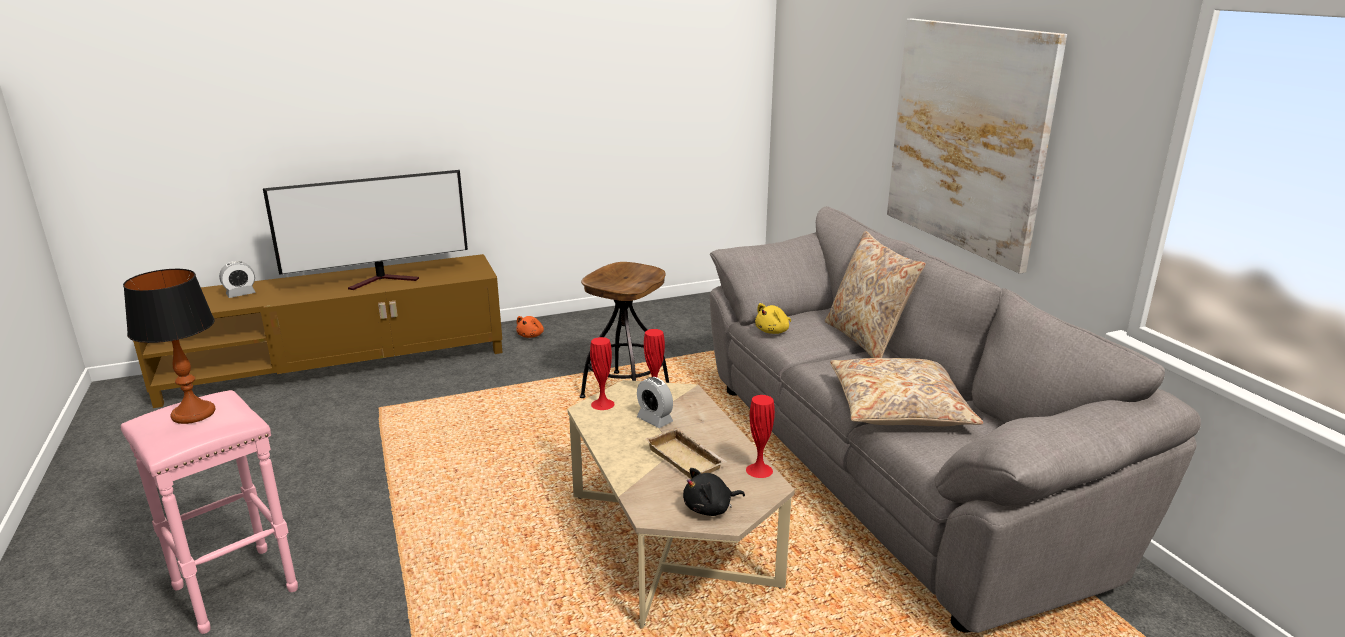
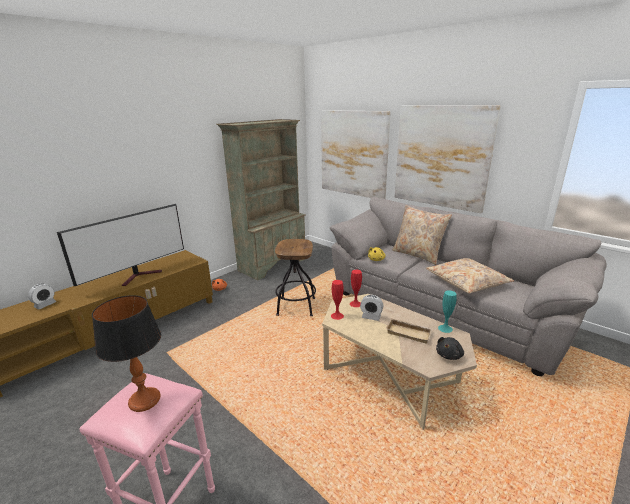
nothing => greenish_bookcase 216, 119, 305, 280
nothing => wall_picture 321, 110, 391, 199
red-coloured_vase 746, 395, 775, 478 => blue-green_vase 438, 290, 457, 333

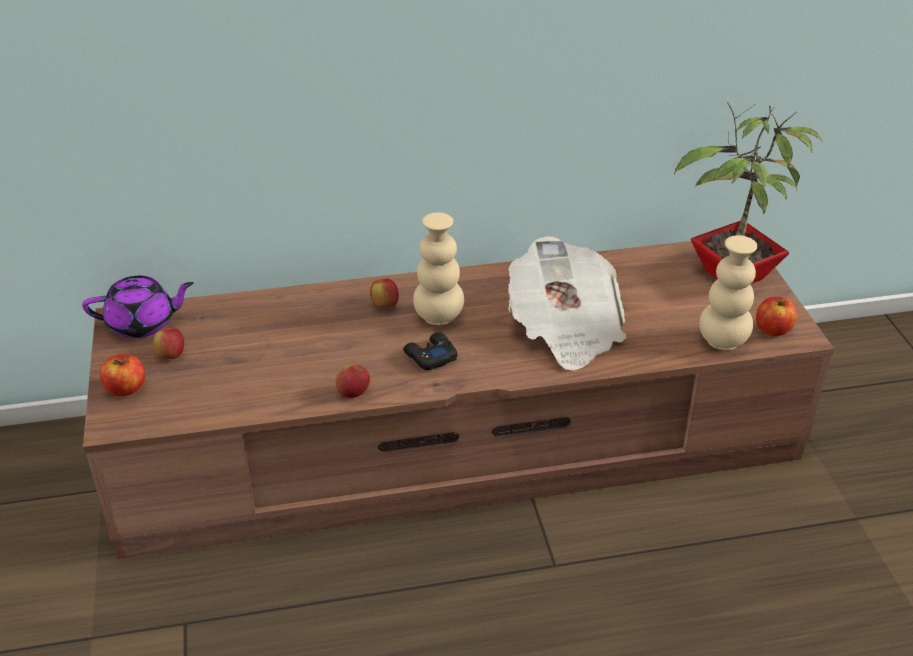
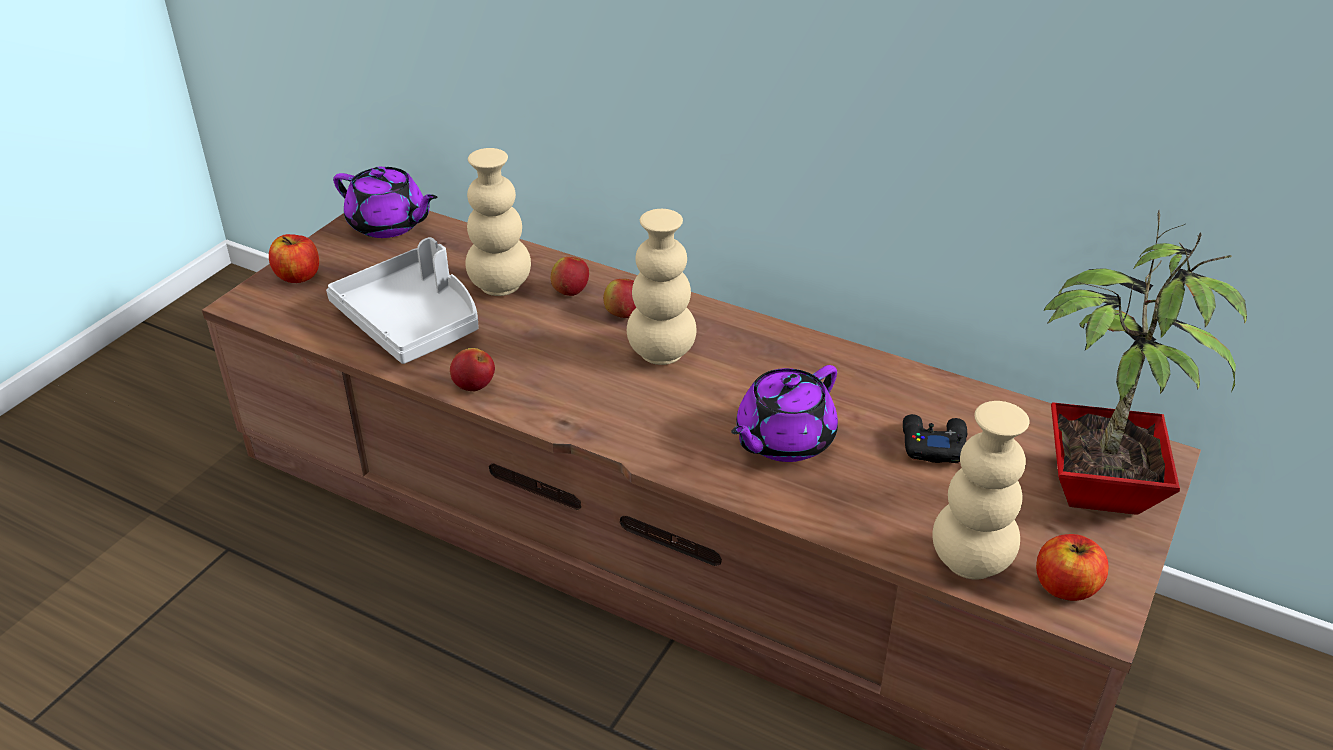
nothing => gray_carrying_tray 326, 237, 479, 364
nothing => sand-coloured_vase 466, 148, 531, 296
apple_fruit 153, 328, 184, 359 => apple_fruit 551, 257, 589, 296, moved
newspaper 508, 236, 626, 371 => purplish_tea_pot 731, 365, 838, 462
black_game_controller 403, 333, 458, 370 => black_game_controller 903, 414, 967, 463, moved

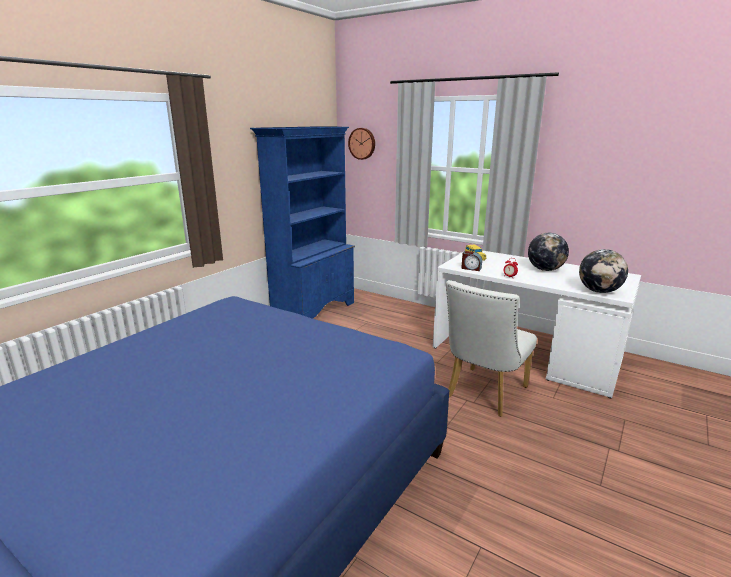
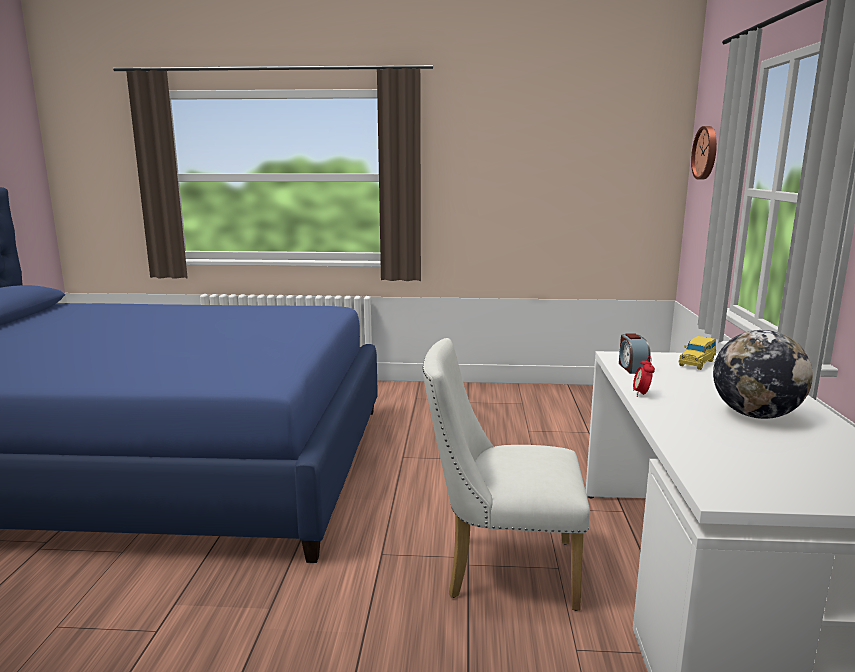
blue_bookcase 250, 126, 355, 319 => nothing
world_globe 579, 249, 628, 293 => nothing

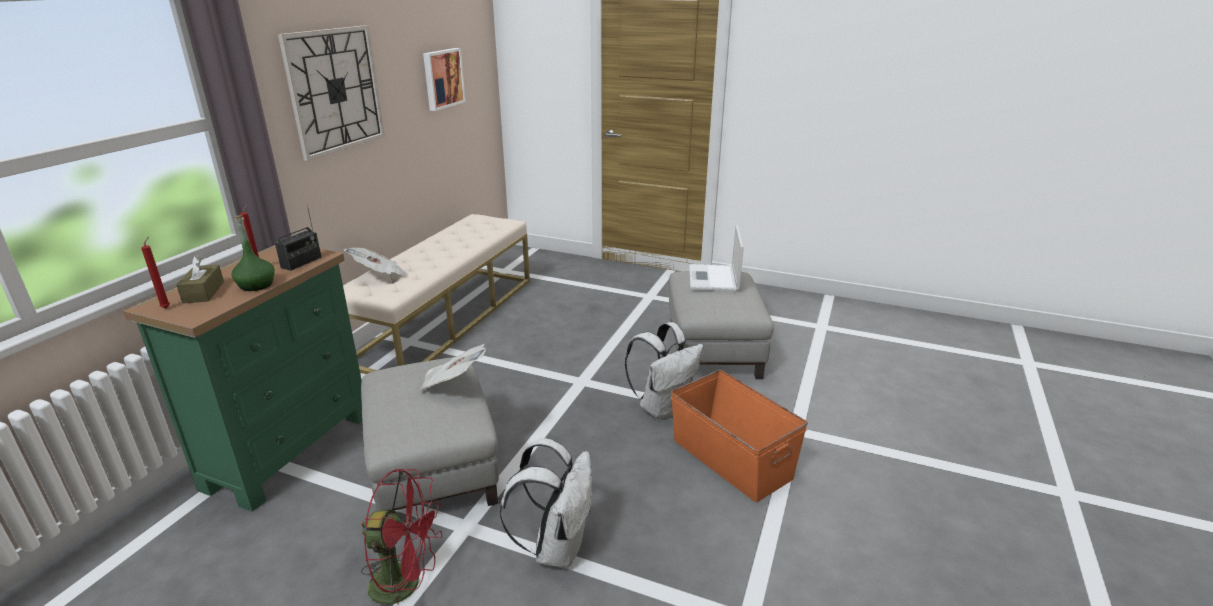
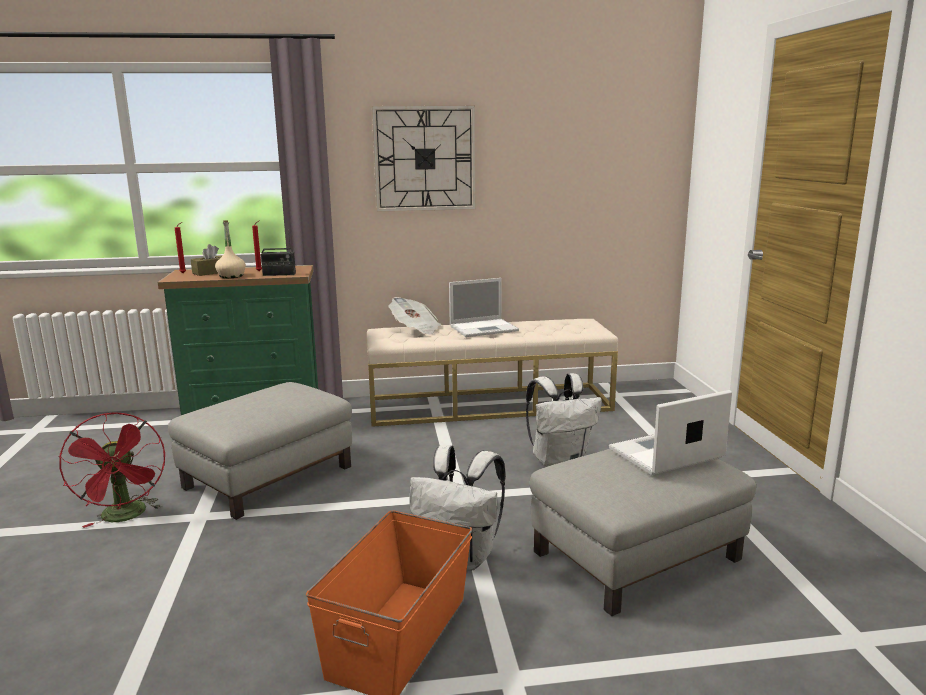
greenish_beverage_bottle 231, 215, 275, 291 => sand-coloured_beverage_bottle 215, 220, 246, 278
nothing => notebook_computer 449, 278, 519, 337
white_rucksack 500, 438, 592, 569 => white_rucksack 526, 373, 602, 467, moved
newspaper 419, 344, 486, 390 => nothing
wall_picture 423, 48, 466, 111 => nothing

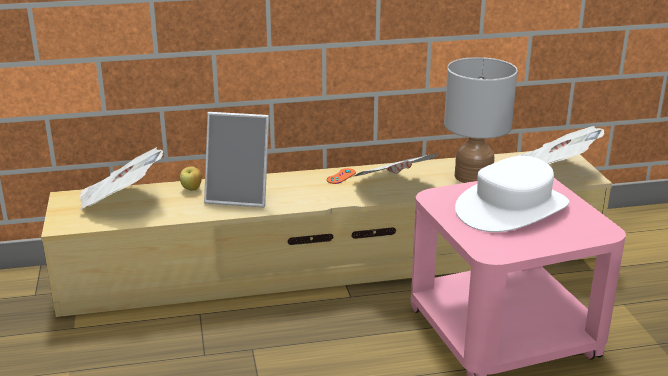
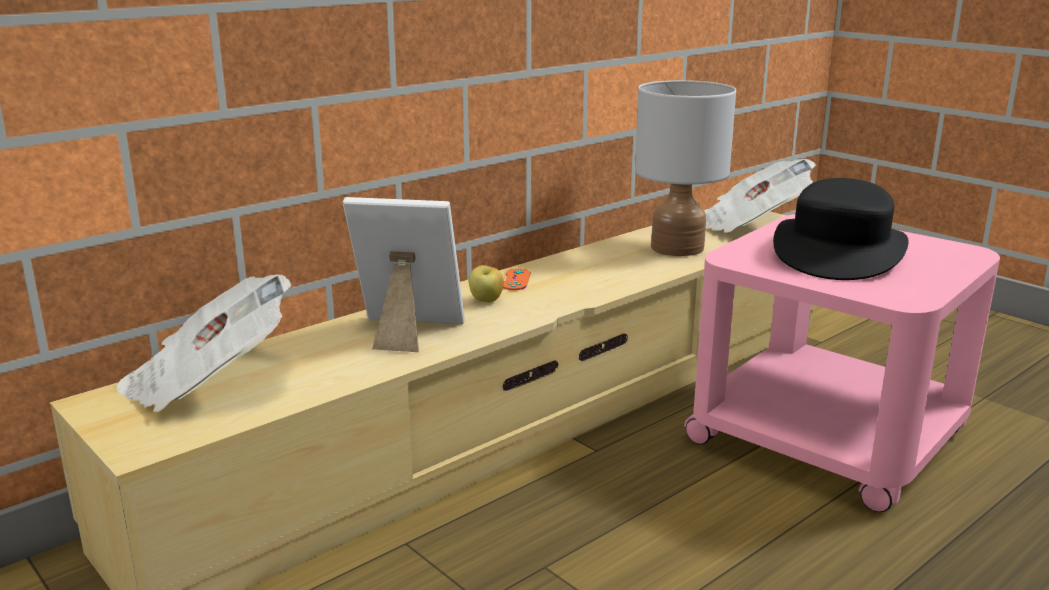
photo_frame 204, 112, 269, 208 => photo_frame 342, 197, 465, 352, 150 degrees counterclockwise
apple_fruit 180, 166, 202, 191 => apple_fruit 468, 265, 504, 303, moved
white_wearable_hat 455, 156, 569, 232 => black_wearable_hat 773, 178, 909, 280
newspaper 353, 154, 438, 177 => nothing

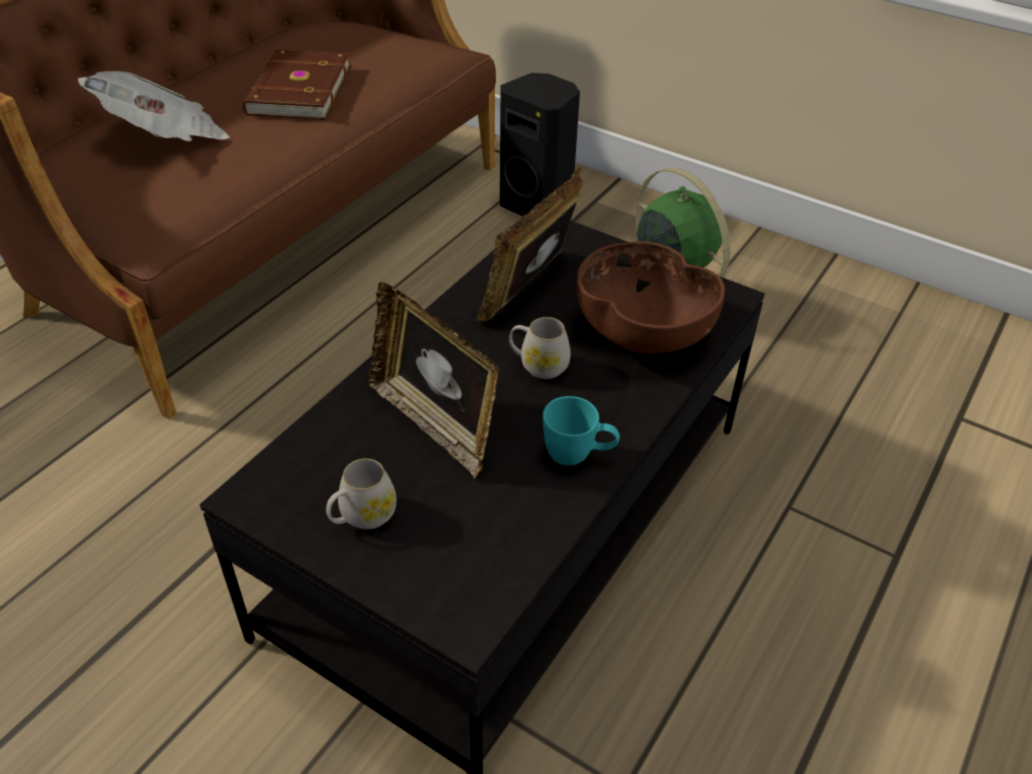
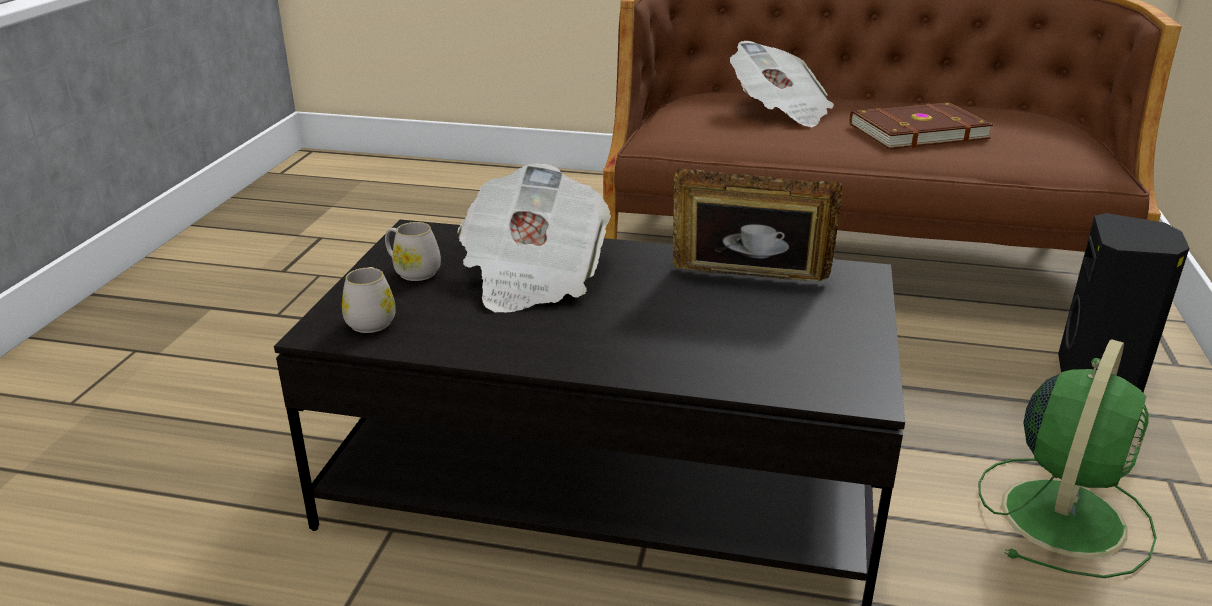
white_tea_mug 509, 317, 571, 379 => white_tea_mug 342, 267, 396, 333, moved
photo_frame 368, 282, 499, 478 => newspaper 457, 163, 611, 313
blue-green_tea_mug 543, 396, 620, 465 => nothing
brownish_serving_bowl 577, 241, 725, 354 => nothing

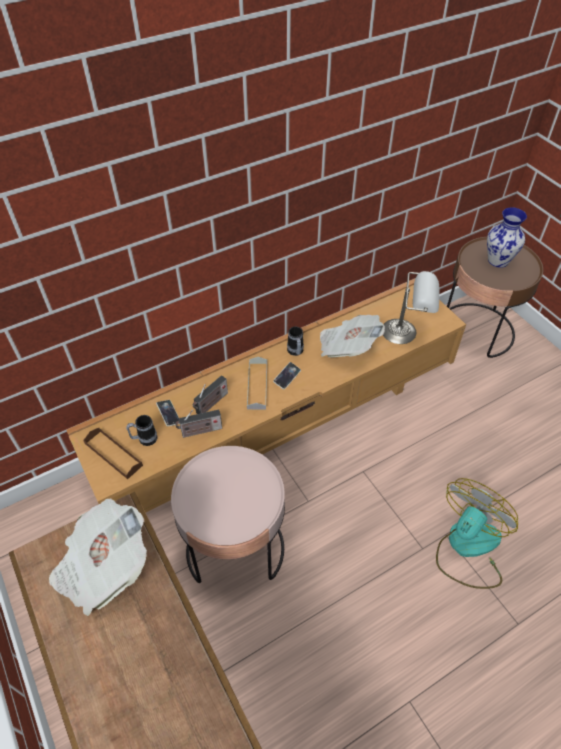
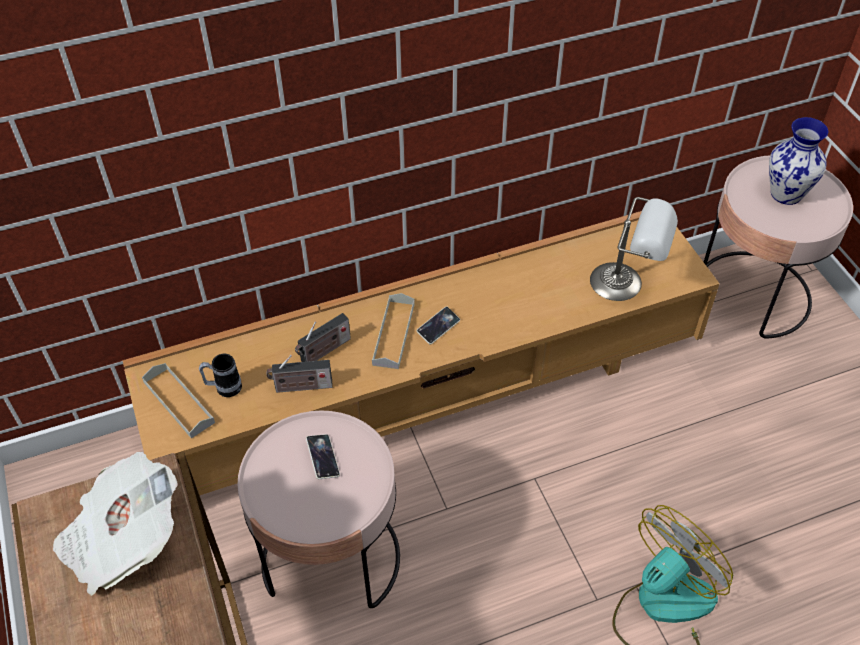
brownish_carrying_tray 83, 428, 143, 479 => gray_carrying_tray 142, 363, 215, 438
phone 156, 400, 179, 426 => phone 306, 434, 340, 479, moved
brownish_side_table 447, 237, 543, 358 => pink_side_table 704, 155, 853, 339
tea_mug 287, 327, 304, 356 => nothing
newspaper 320, 315, 385, 357 => nothing

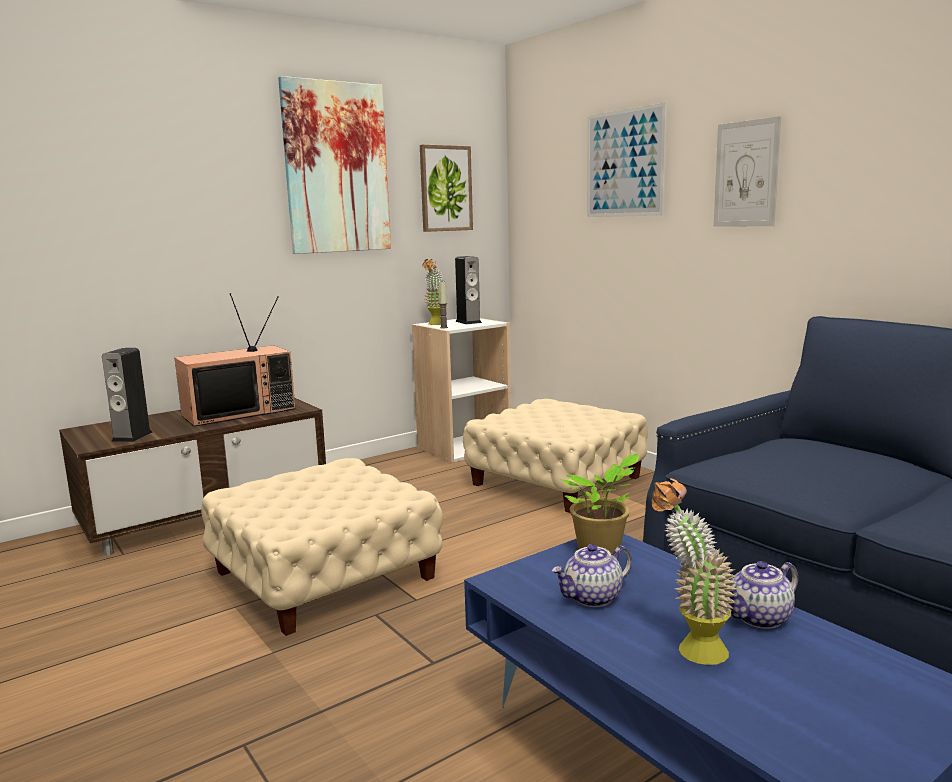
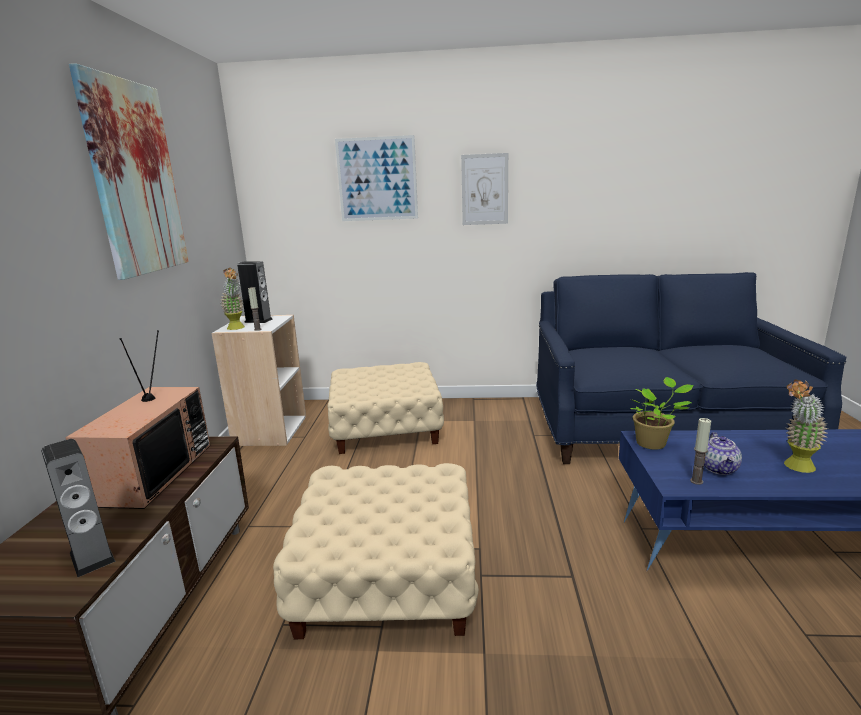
nothing => wax_light 690, 418, 711, 485
wall_picture 420, 145, 473, 232 => nothing
tea_pot 729, 561, 798, 629 => nothing

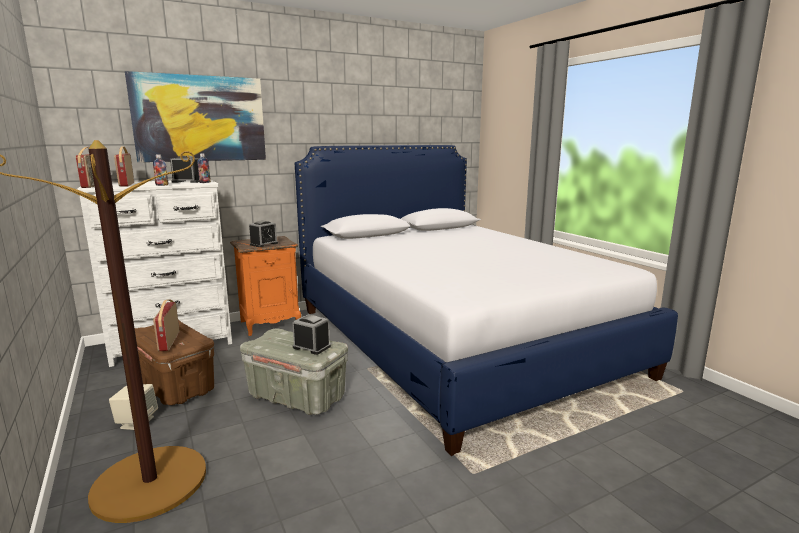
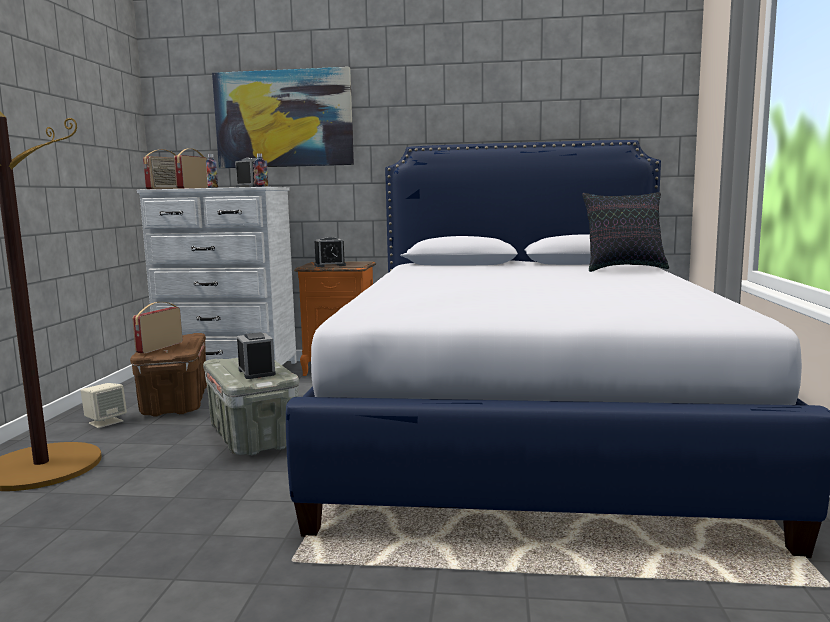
nothing => black_pillow 582, 192, 669, 272

